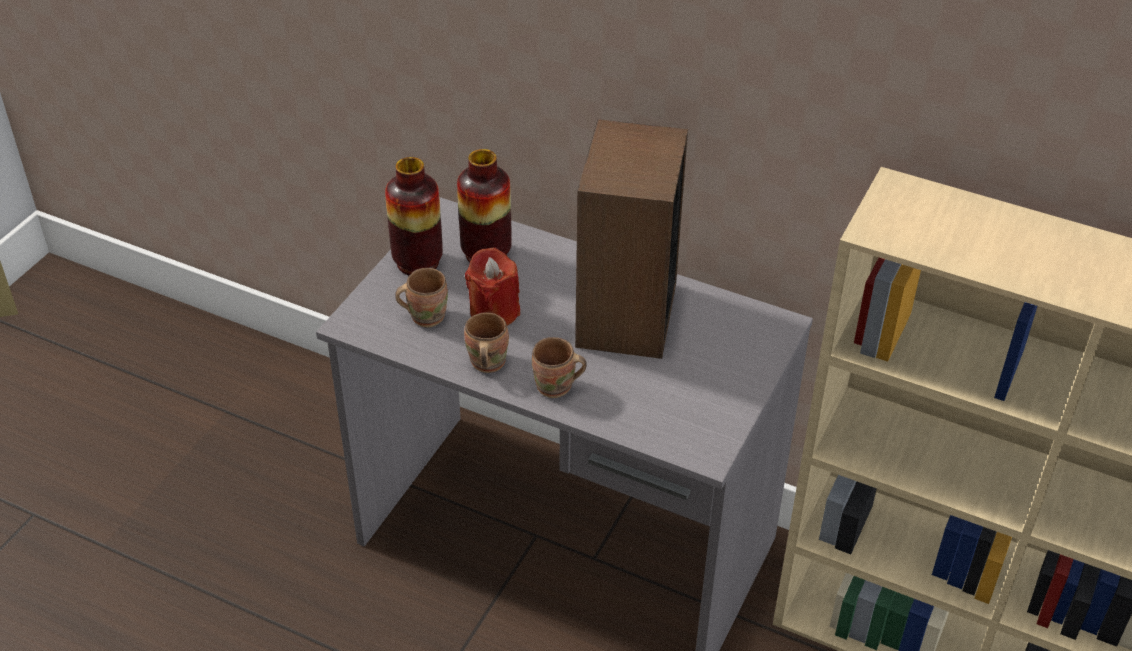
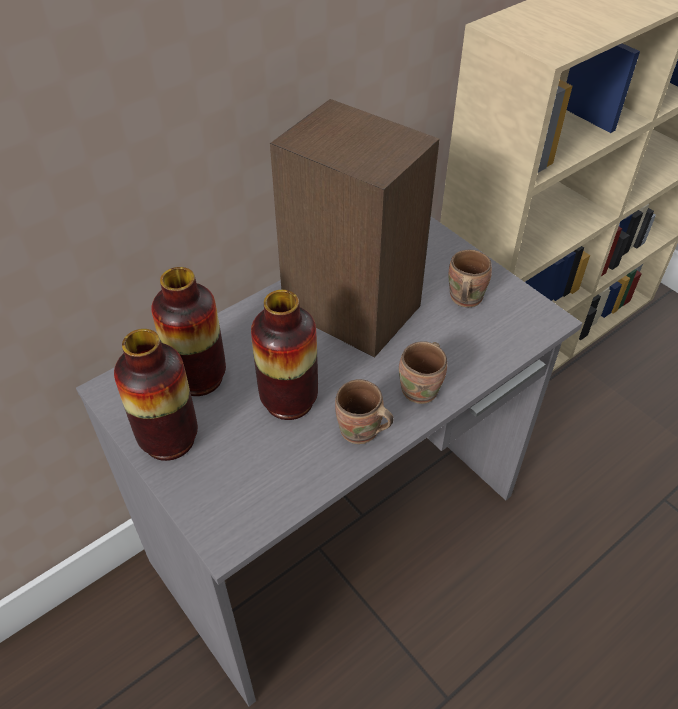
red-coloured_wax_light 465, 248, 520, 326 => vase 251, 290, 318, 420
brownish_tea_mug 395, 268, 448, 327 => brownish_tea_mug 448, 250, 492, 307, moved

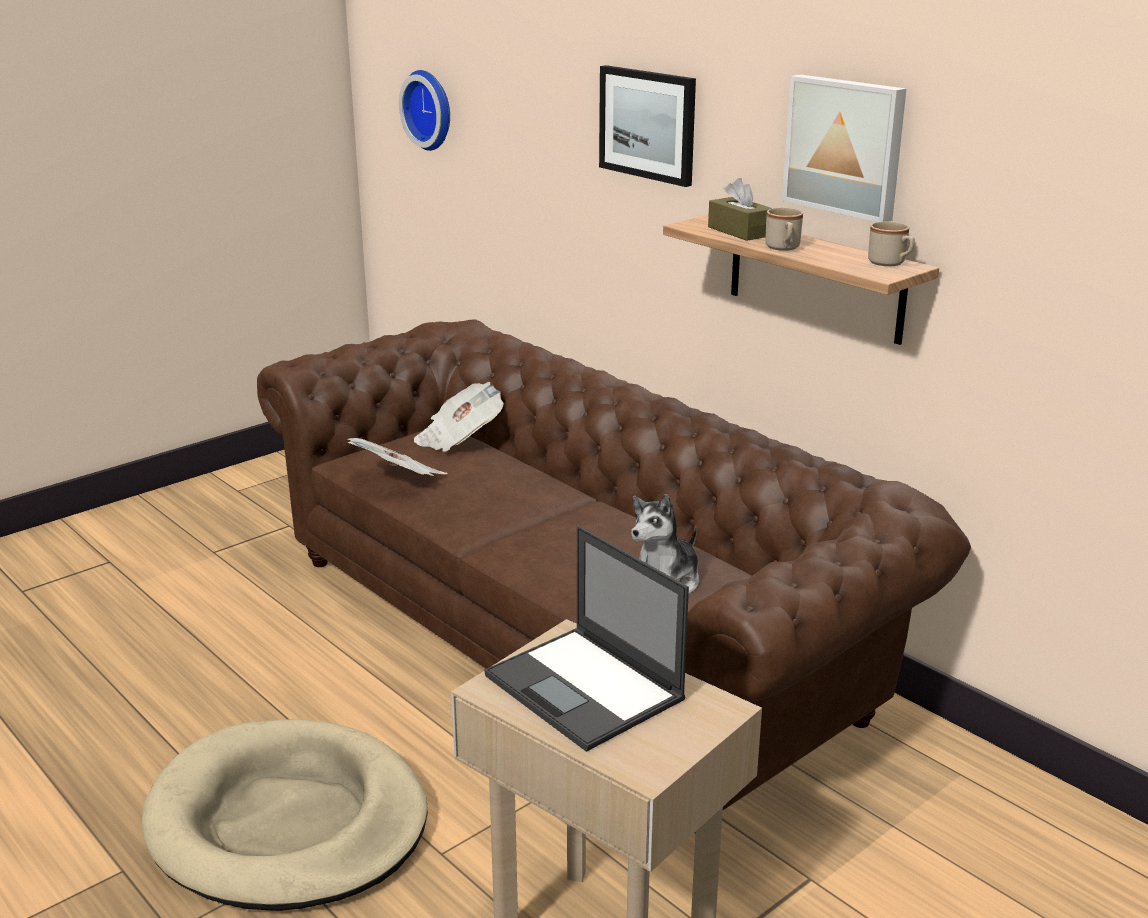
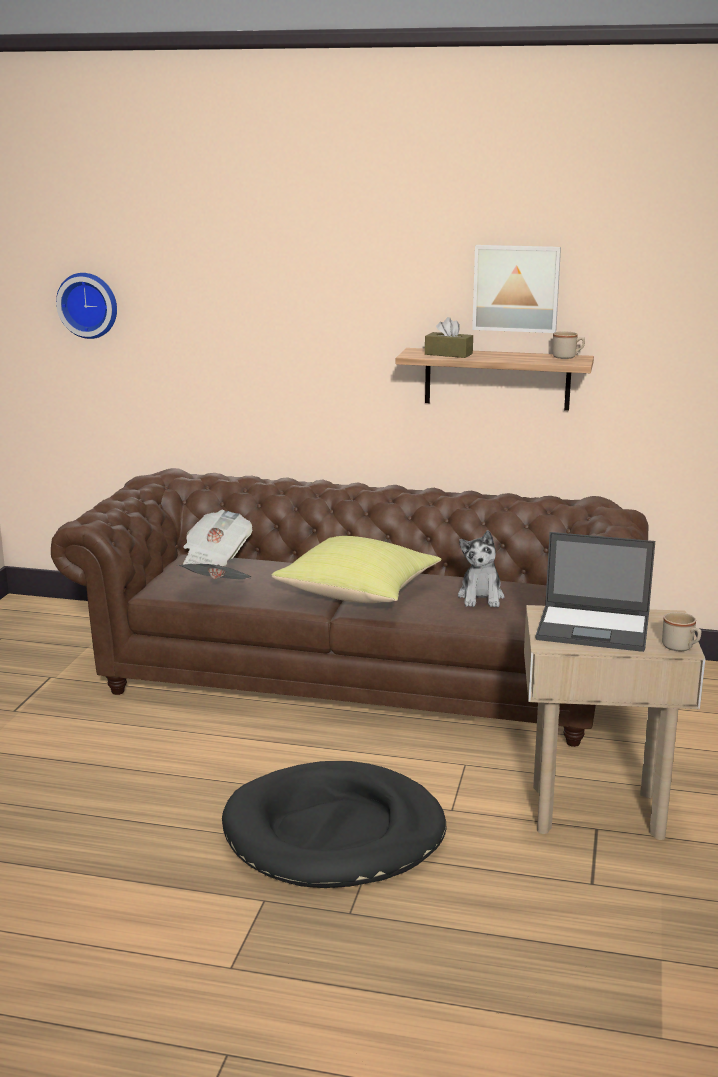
sand-coloured_dog_cushion 142, 719, 428, 911 => black_dog_cushion 222, 761, 447, 888
nothing => yellowish_pillow 271, 536, 441, 603
sand-coloured_tea_mug 765, 208, 803, 251 => sand-coloured_tea_mug 662, 612, 701, 651, moved
wall_picture 599, 65, 696, 187 => nothing

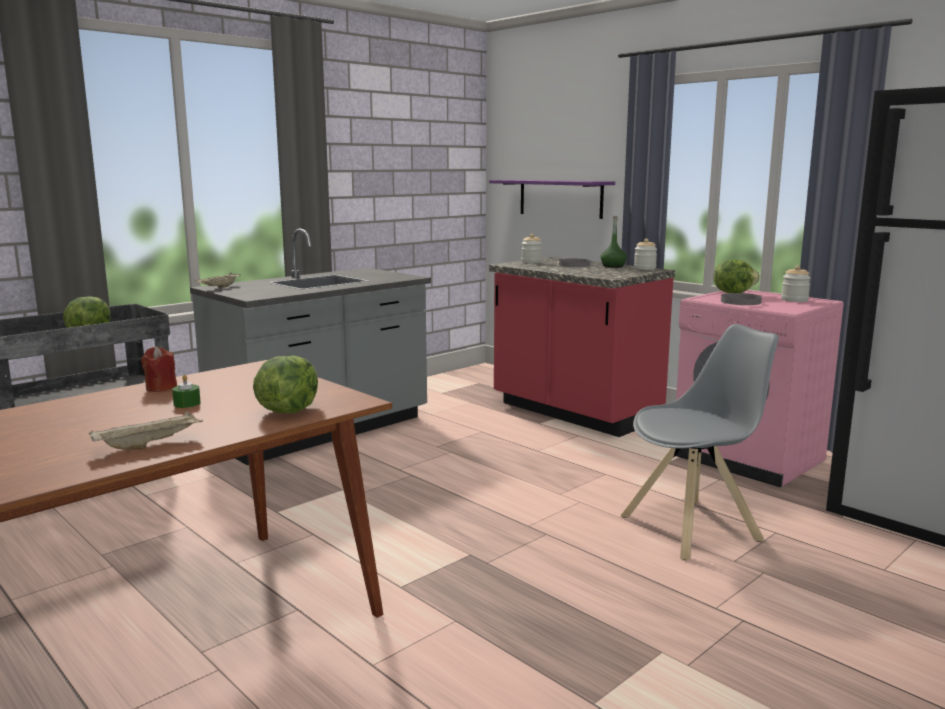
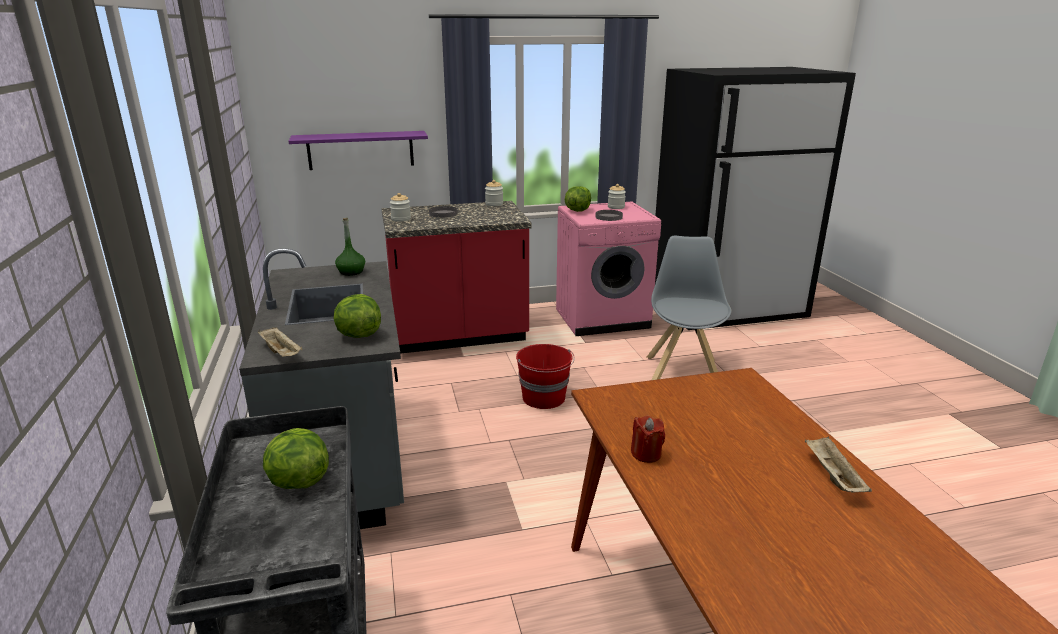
lettuce_head 253, 355, 318, 413 => lettuce_head 333, 294, 381, 338, moved
greenish_beverage_bottle 600, 216, 627, 268 => greenish_beverage_bottle 335, 218, 365, 276, moved
nothing => red-coloured_pail 516, 344, 575, 409
greenish_wax_light 172, 375, 201, 408 => nothing

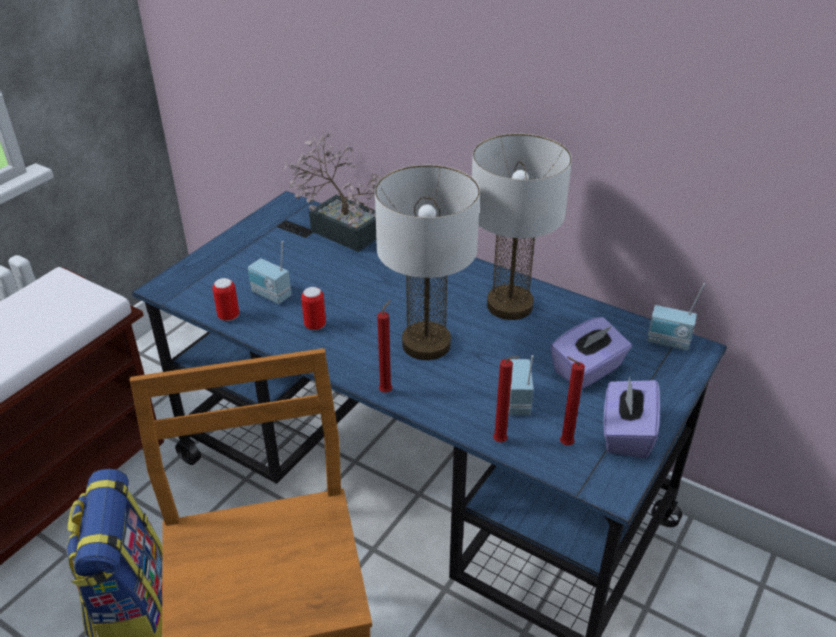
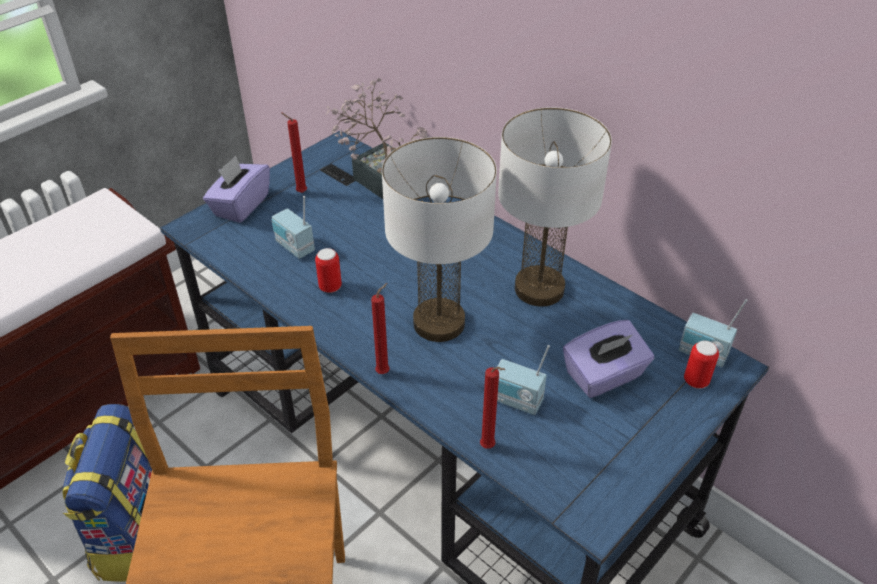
purplish_tissue_box 603, 376, 660, 458 => purplish_tissue_box 203, 156, 270, 223, moved
red-coloured_wax_light 560, 357, 585, 445 => red-coloured_wax_light 281, 112, 307, 193, moved
radio_receiver 508, 355, 534, 415 => radio_receiver 497, 345, 550, 415, 75 degrees counterclockwise
metal_can 213, 278, 239, 321 => metal_can 684, 341, 719, 389, moved

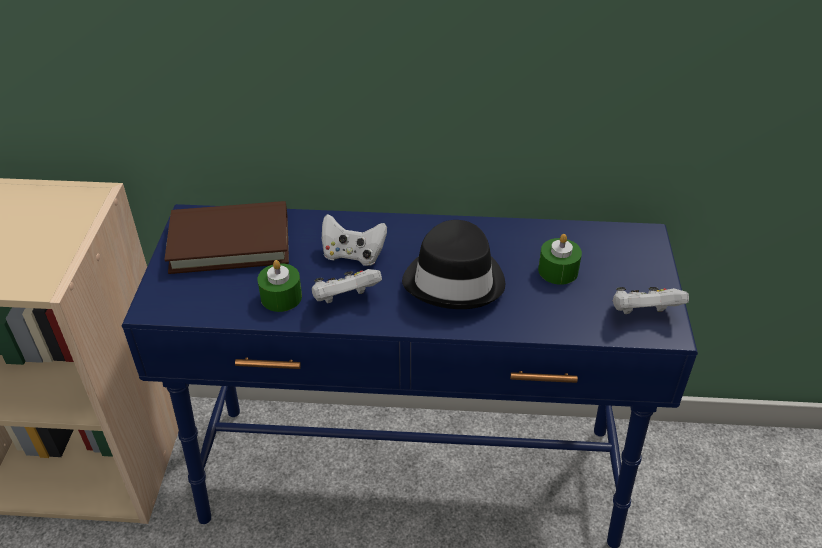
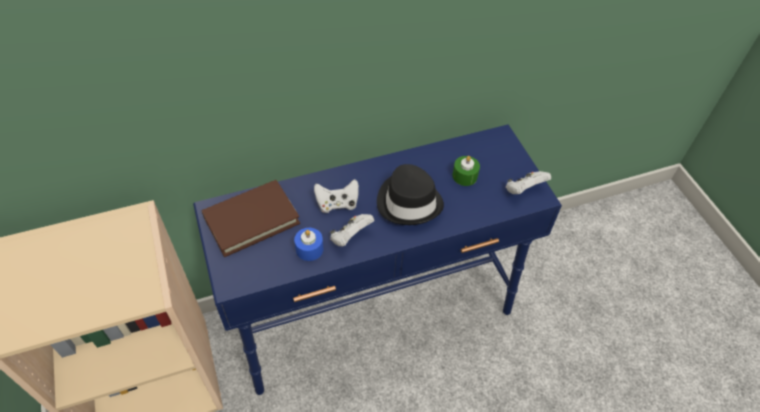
greenish_wax_light 257, 260, 302, 312 => blue_wax_light 294, 228, 323, 261

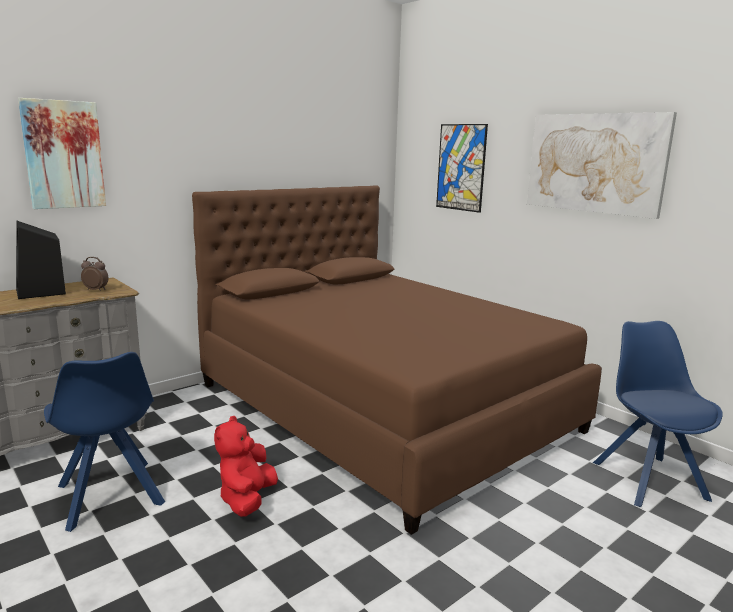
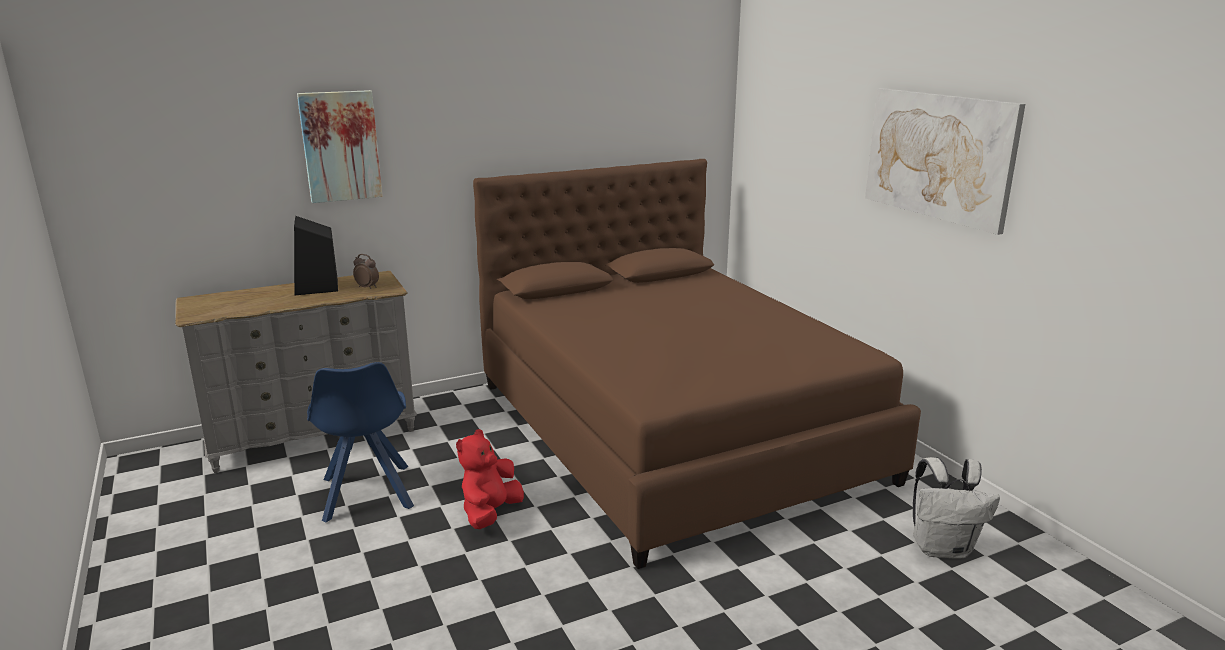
blue_chair 593, 321, 723, 507 => white_rucksack 913, 457, 1000, 559
wall_picture 436, 124, 488, 213 => nothing

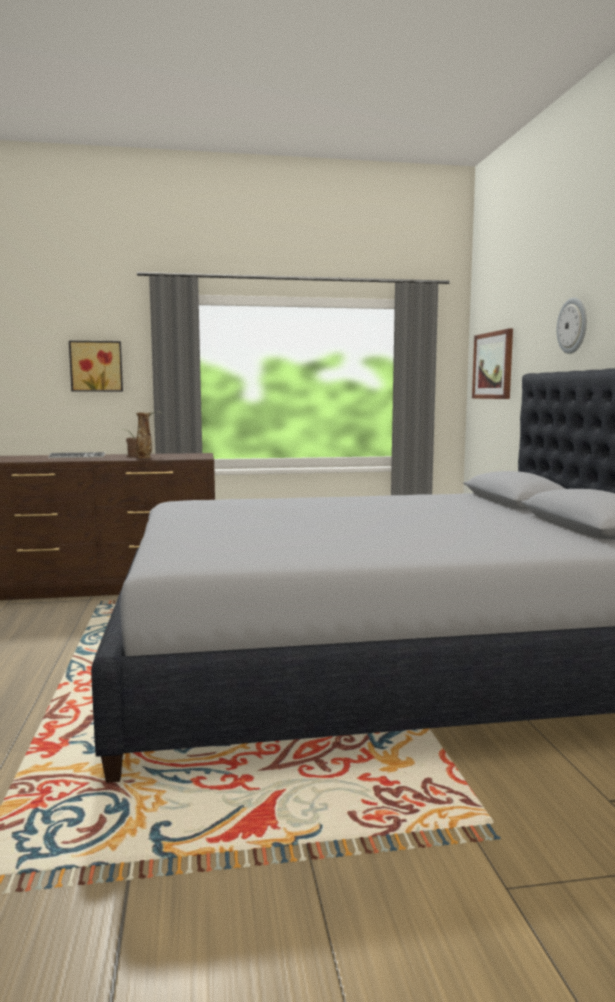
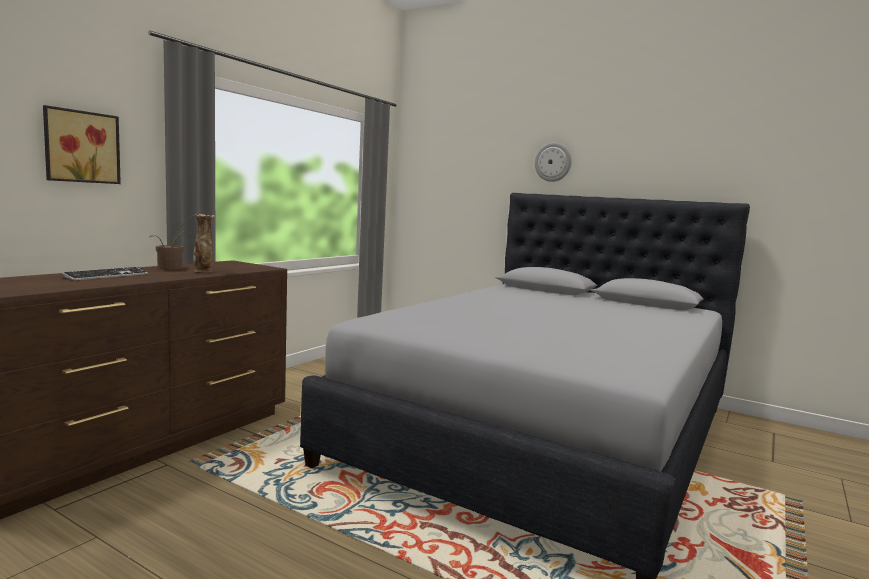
wall_picture 472, 329, 513, 399 => nothing

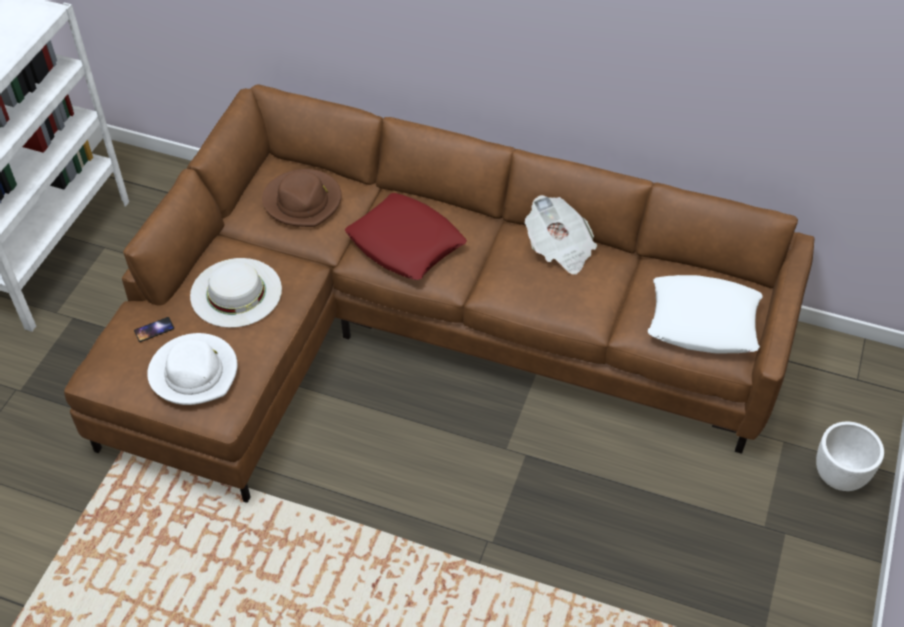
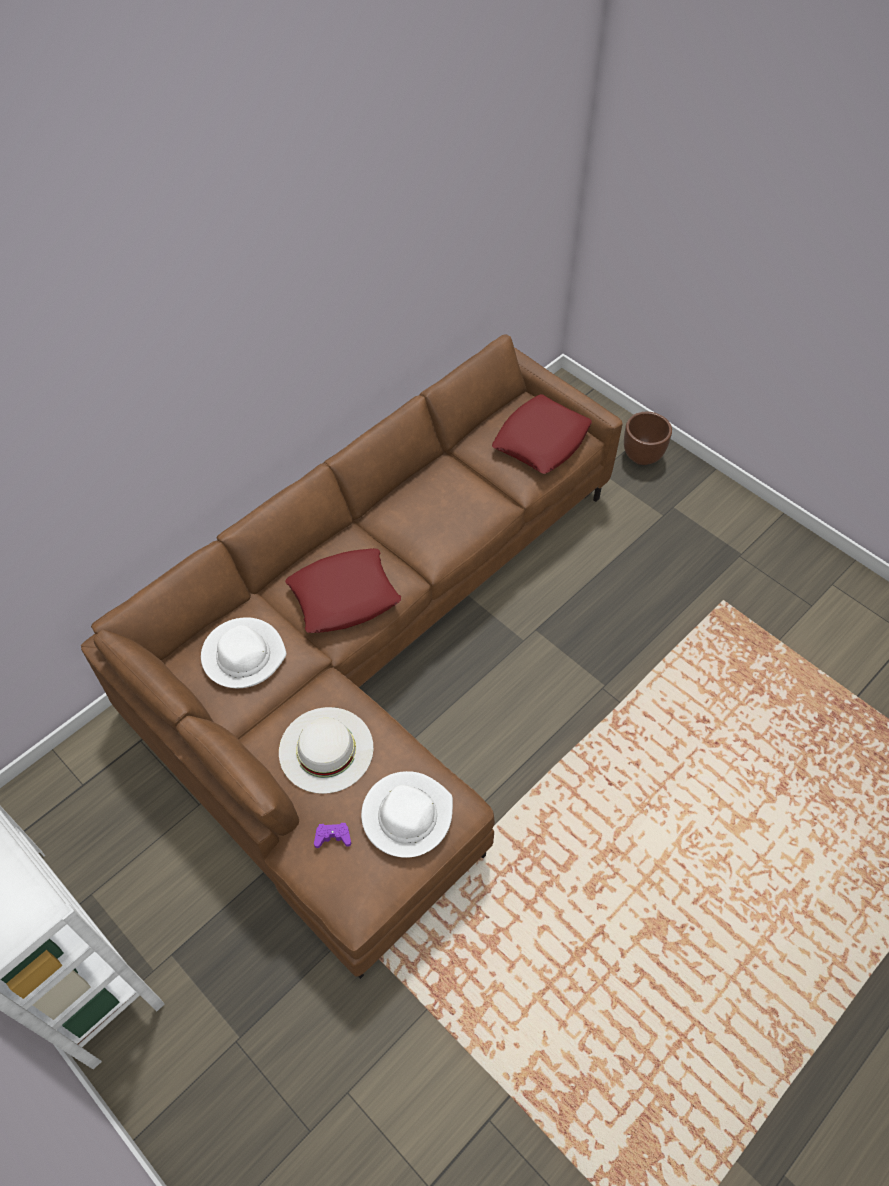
brownish_wearable_hat 262, 169, 342, 227 => white_wearable_hat 201, 617, 286, 688
phone 134, 317, 174, 342 => purplish_game_controller 314, 823, 351, 848
white_pillow 648, 275, 763, 354 => red-coloured_pillow 492, 394, 592, 474
white_plant_pot 816, 422, 884, 491 => brownish_plant_pot 624, 412, 672, 465
newspaper 525, 195, 597, 275 => nothing

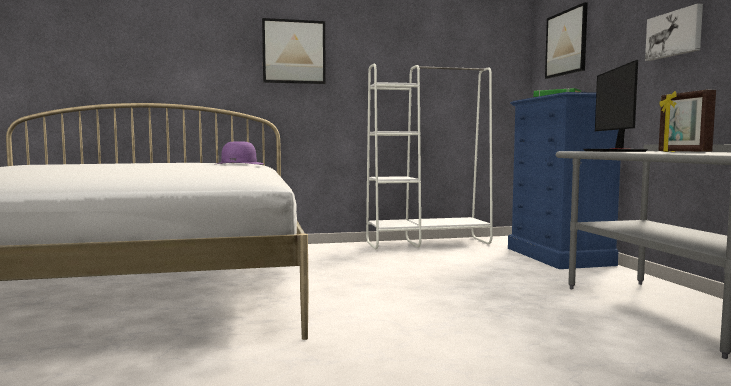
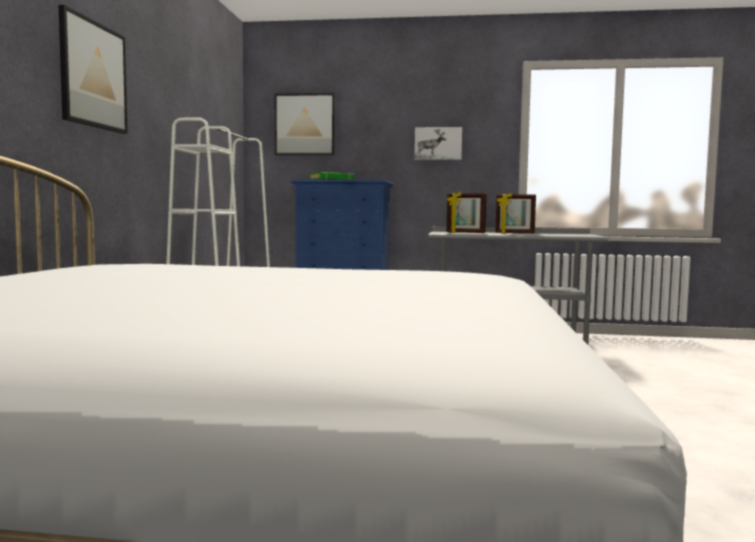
monitor 584, 60, 648, 152 => photo_frame 446, 192, 487, 233
purplish_wearable_hat 217, 142, 264, 164 => nothing

